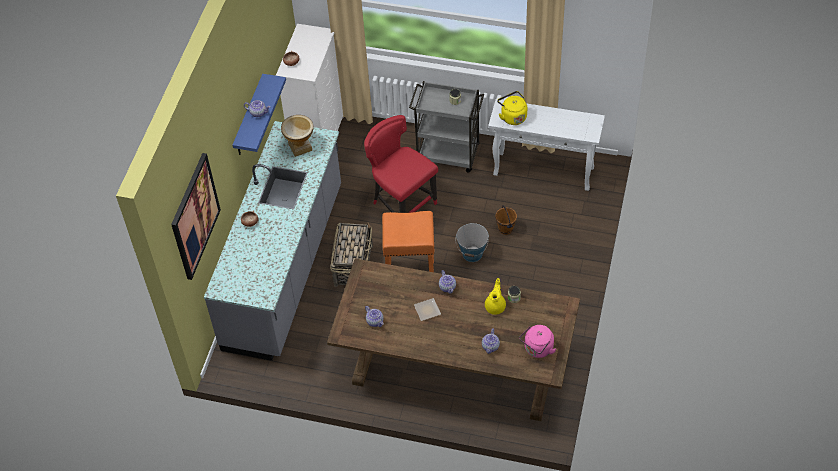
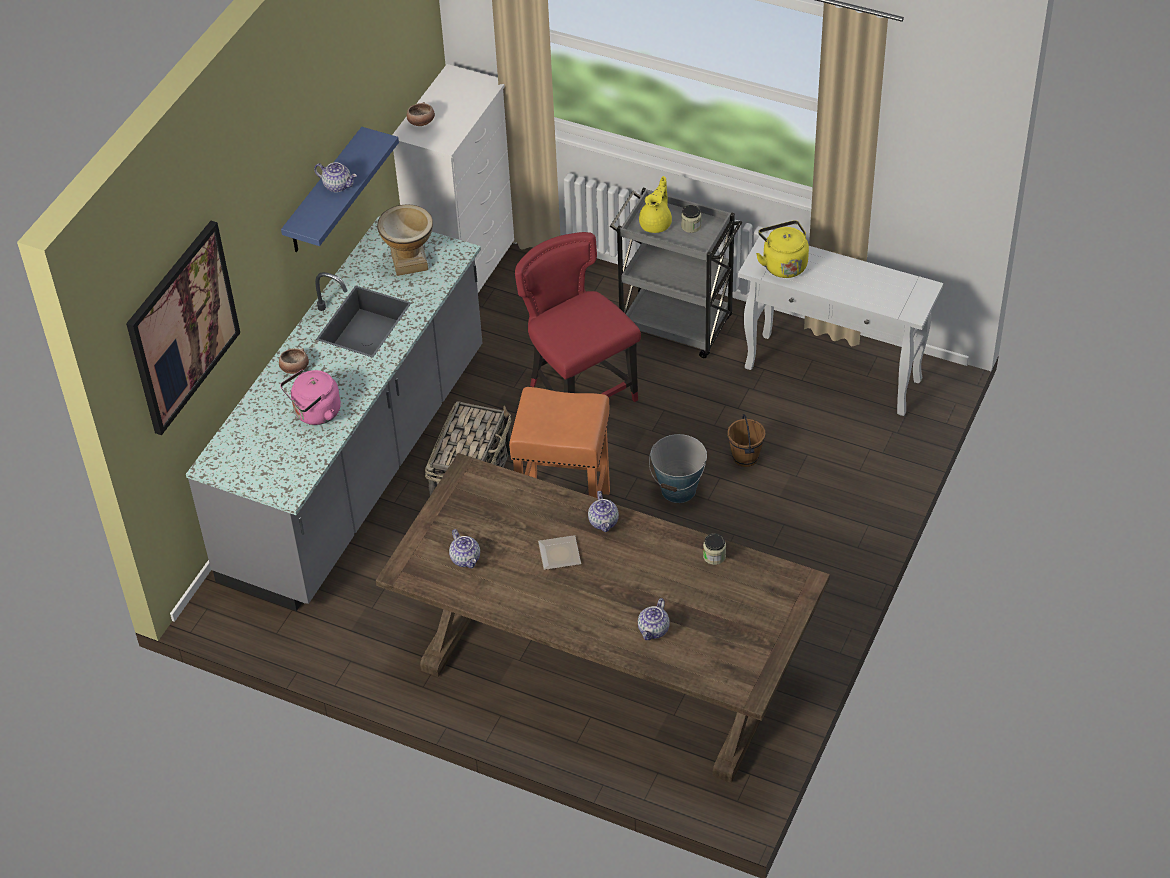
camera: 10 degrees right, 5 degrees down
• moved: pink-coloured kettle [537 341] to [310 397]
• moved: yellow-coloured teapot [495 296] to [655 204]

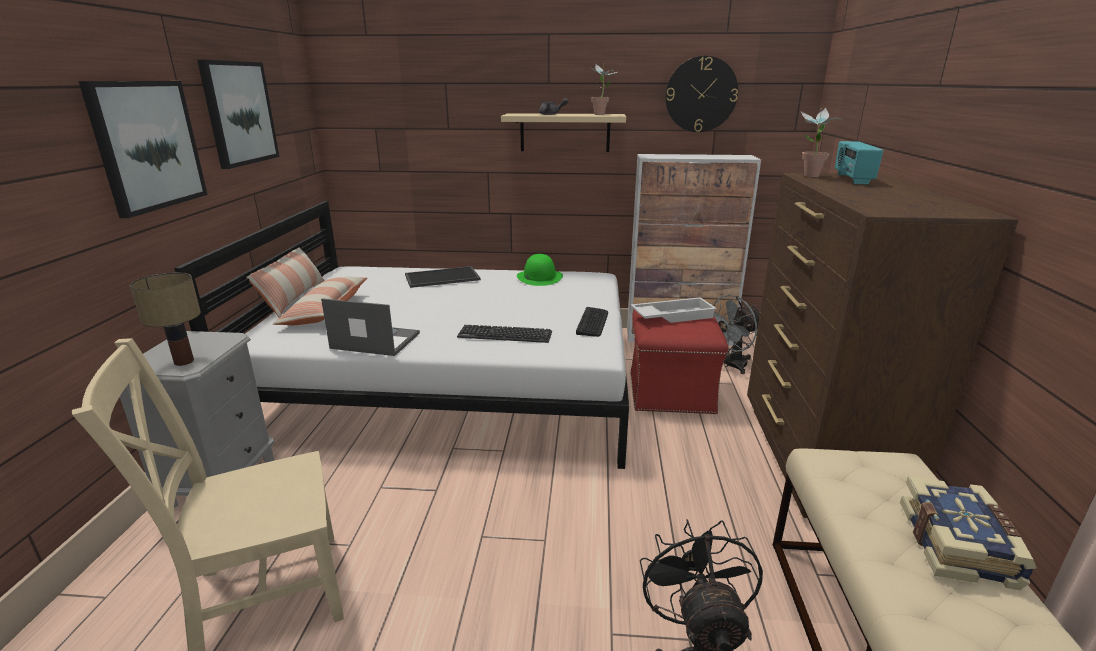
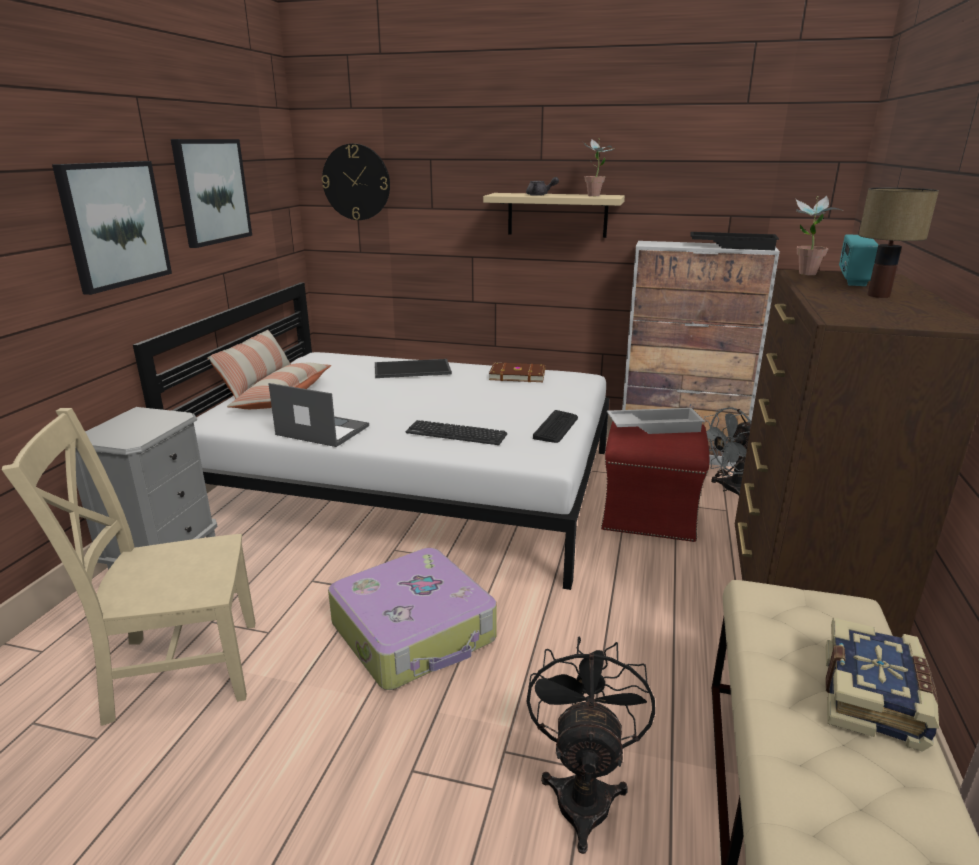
camera: 10 degrees right, 0 degrees up
• moved: hanging clock [701 94] to [356 182]
• added: travel case [412 619]
• replaced: green-coloured wearable hat [540 270] to brown bound book [517 372]
• added: black-coloured tray [734 241]
• moved: tabletop lamp [165 319] to [899 242]

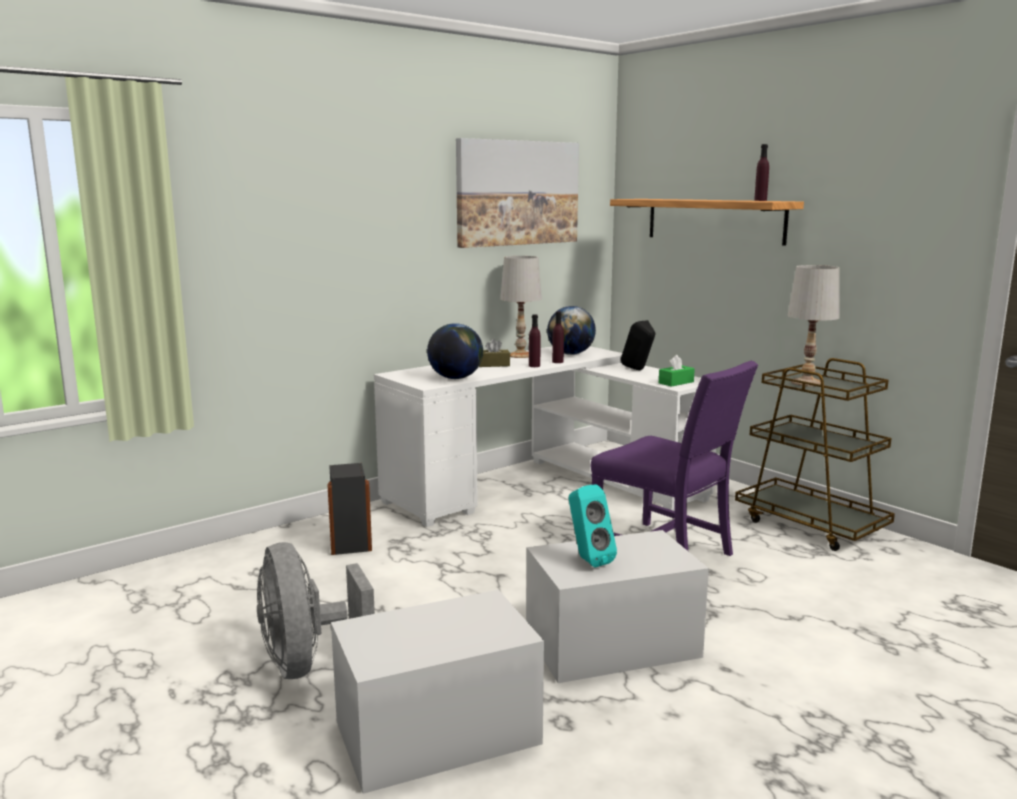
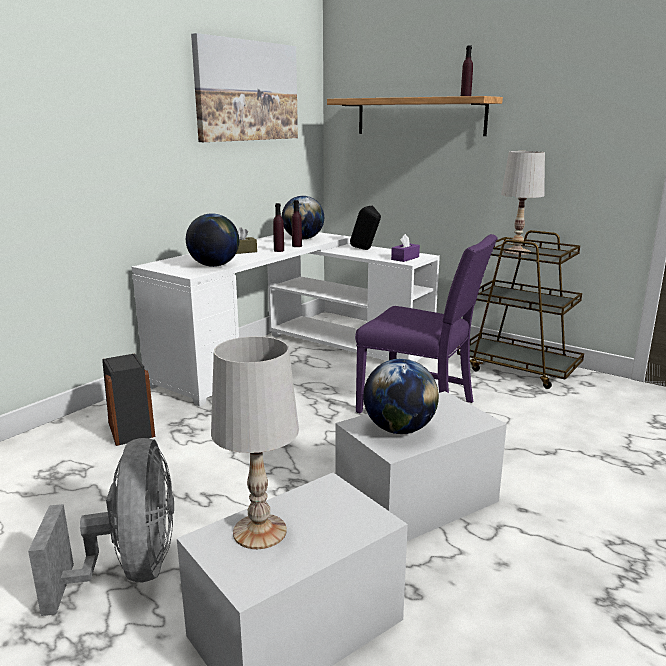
camera: 15 degrees left, 5 degrees up
• turned: grey cooling fan [316 610] = [101 527] 150 degrees counterclockwise
• moved: white-coloured tabletop lamp [521 307] to [255 442]
• replaced: turquoise-coloured speaker [593 526] to desk globe [401 396]
• recoloured: green-coloured tissue box [677 371] to purplish tissue box [405 248]

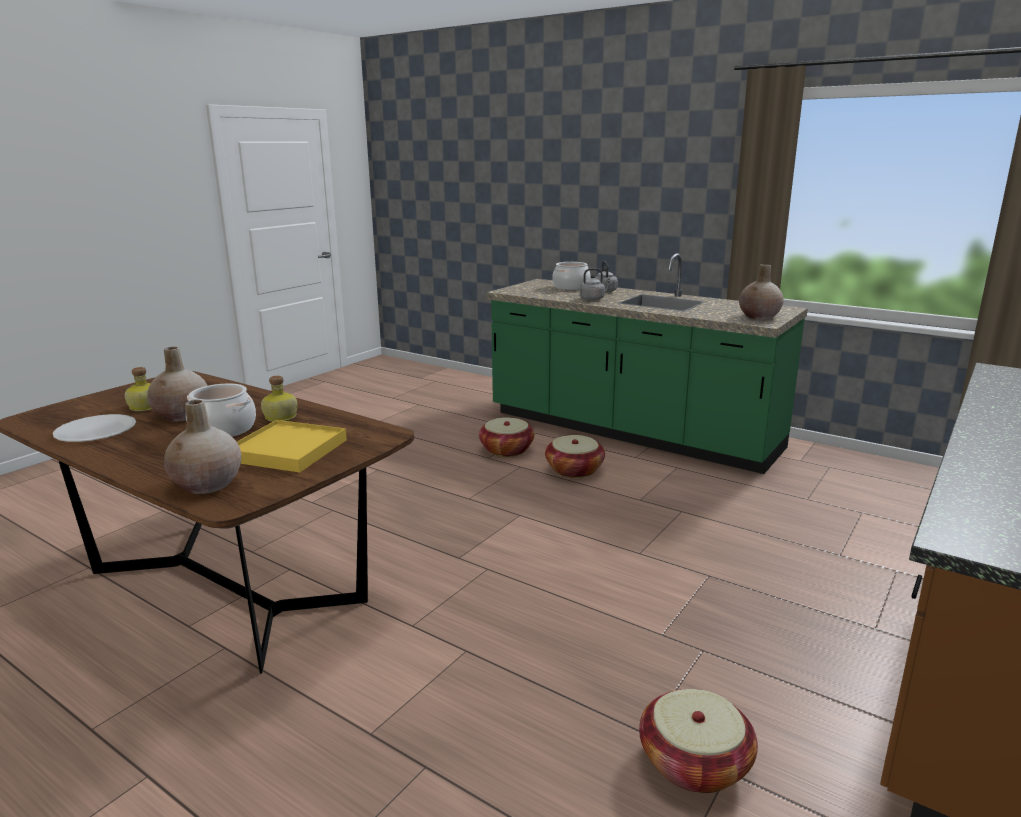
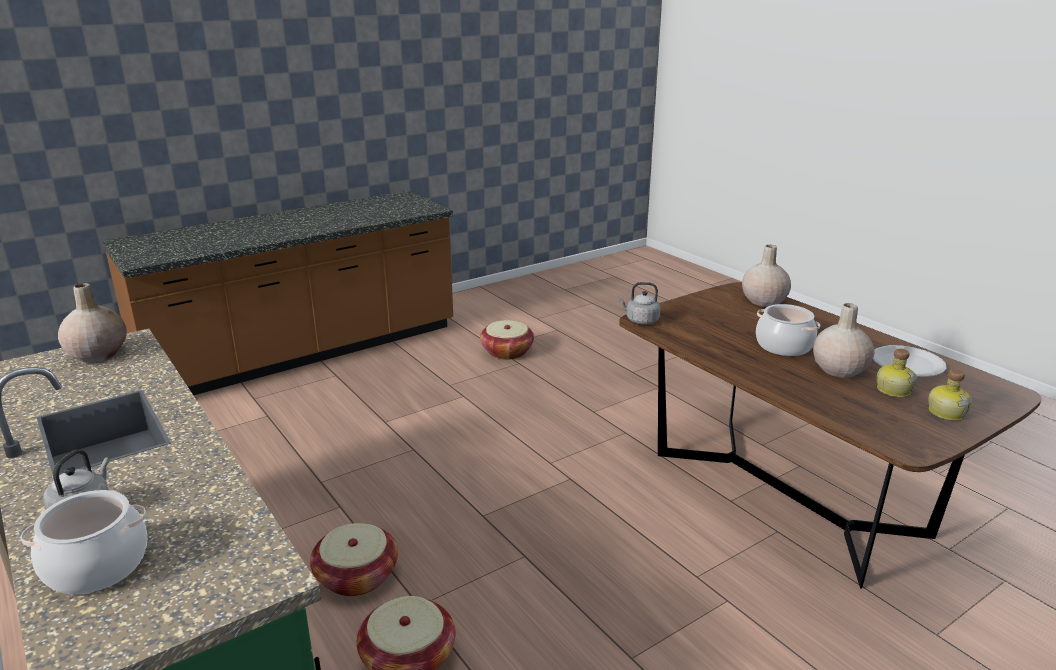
camera: 160 degrees left, 5 degrees up
• moved: grey kettle [596 284] to [639 303]
• moved: beverage bottle [279 399] to [950 394]
• removed: yellow-coloured tray [292 446]

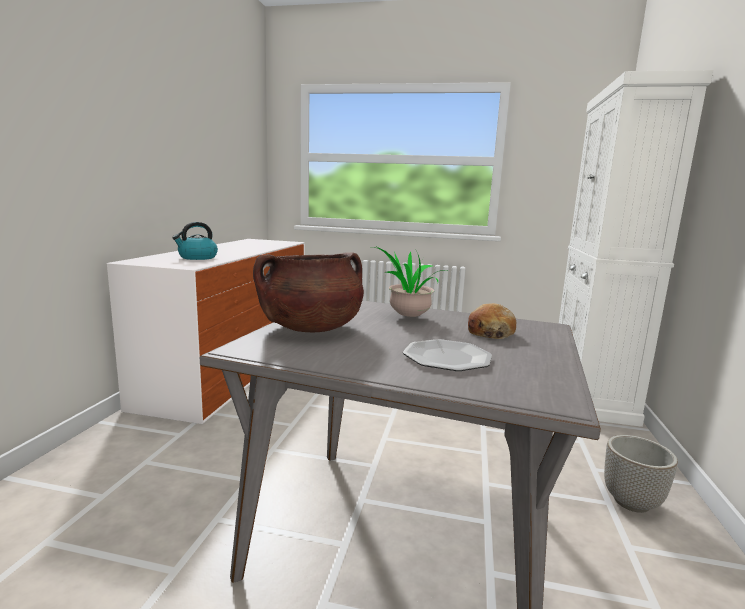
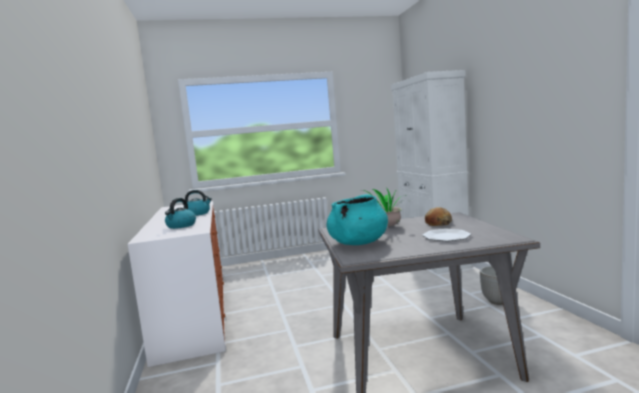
camera: 25 degrees left, 5 degrees down
• added: kettle [198 203]
• recoloured: brown stockpot [308 292] to turquoise-coloured stockpot [357 219]

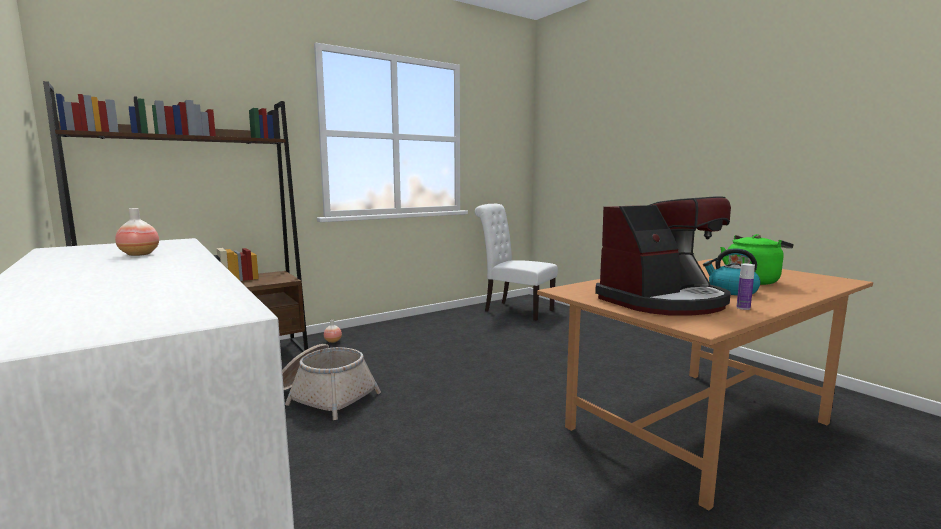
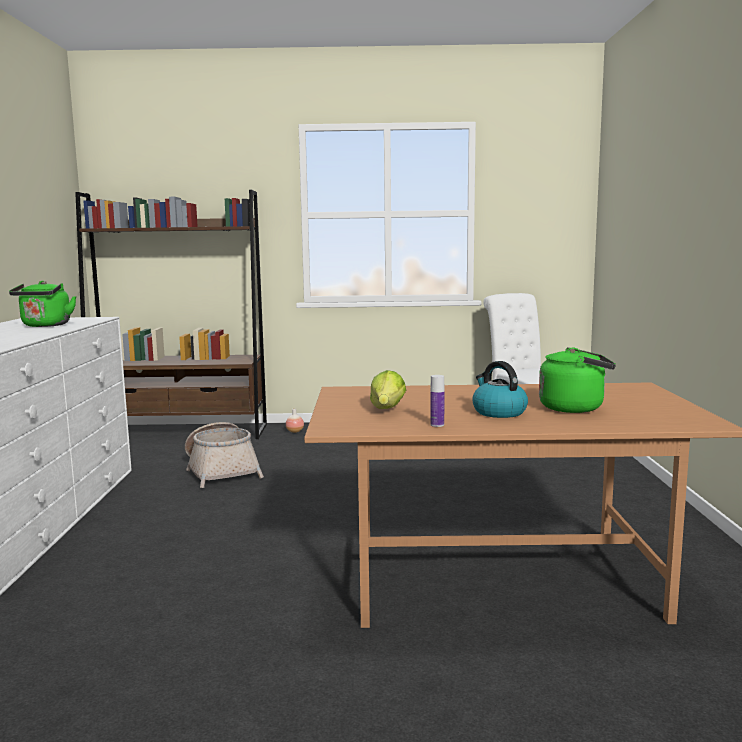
camera: 35 degrees right, 0 degrees up
• replaced: decorative vase [137 232] to green-coloured kettle [43 304]
• replaced: coffee machine [663 256] to lettuce [388 389]

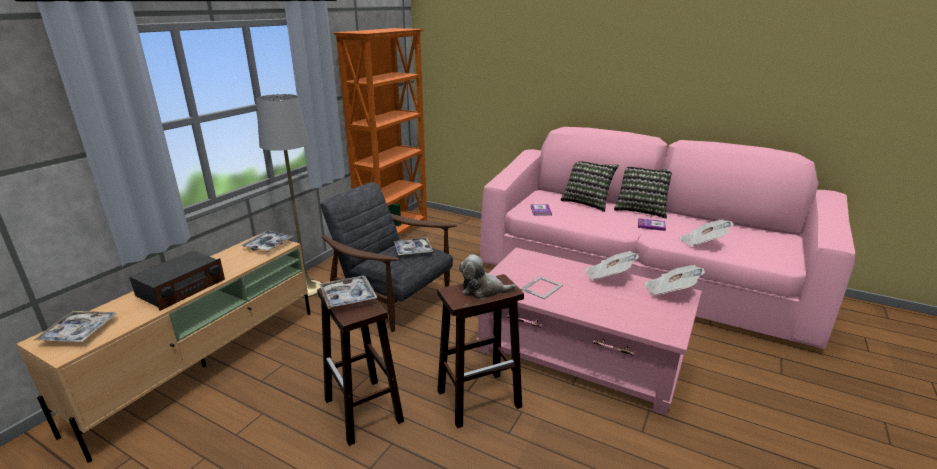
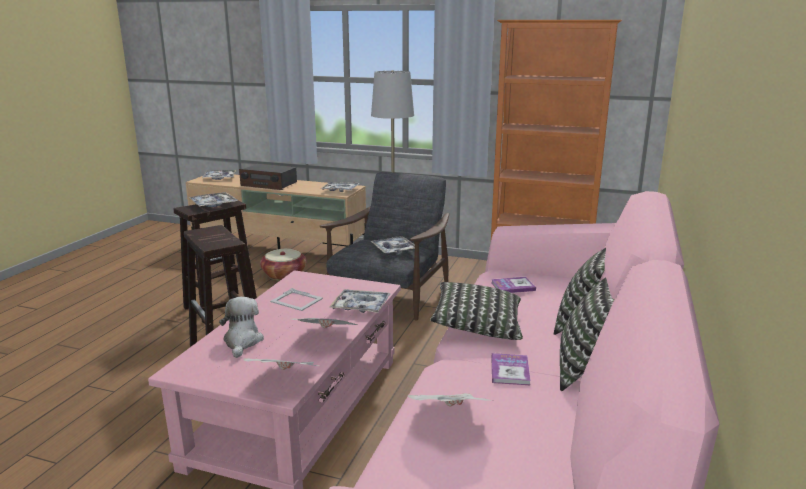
camera: 80 degrees right, 5 degrees down
• moved: plush toy [488 276] to [241 327]
• added: basket [283 265]
• added: tray [360 301]
• added: cushion [476 311]

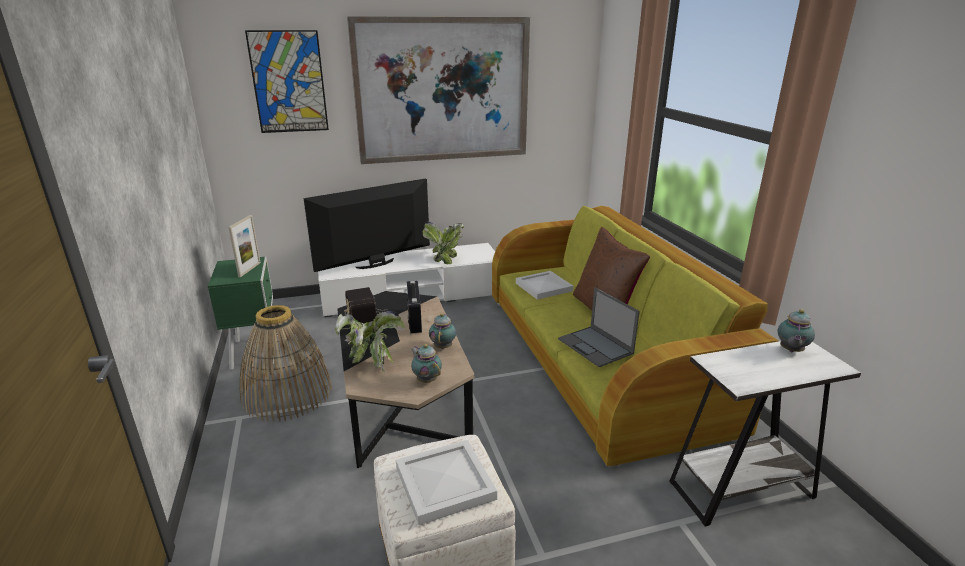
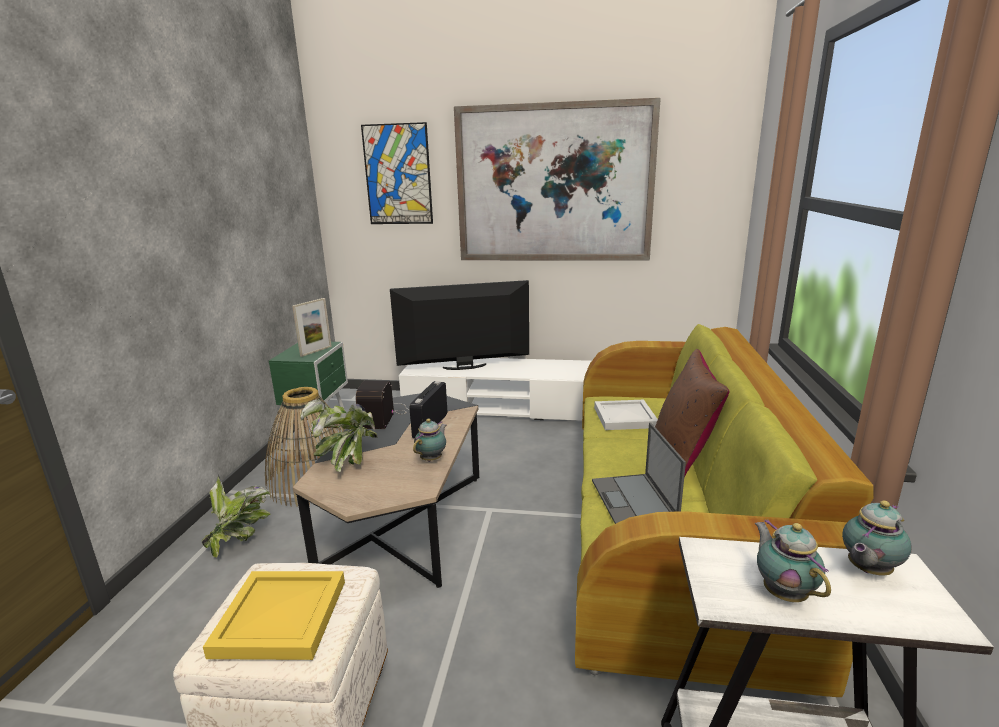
camera: 25 degrees right, 5 degrees down
• moved: plant in a pot [443 243] to [236 516]
• recoloured: white-coloured tray [446 482] to yellow-coloured tray [274 615]
• moved: teapot [426 363] to [793 560]

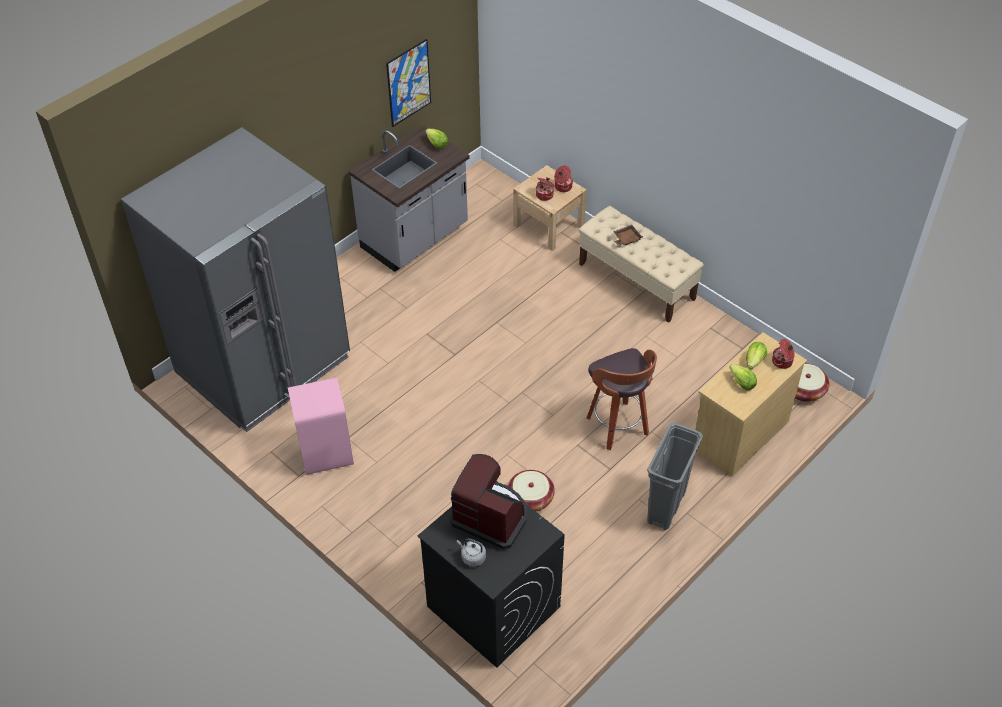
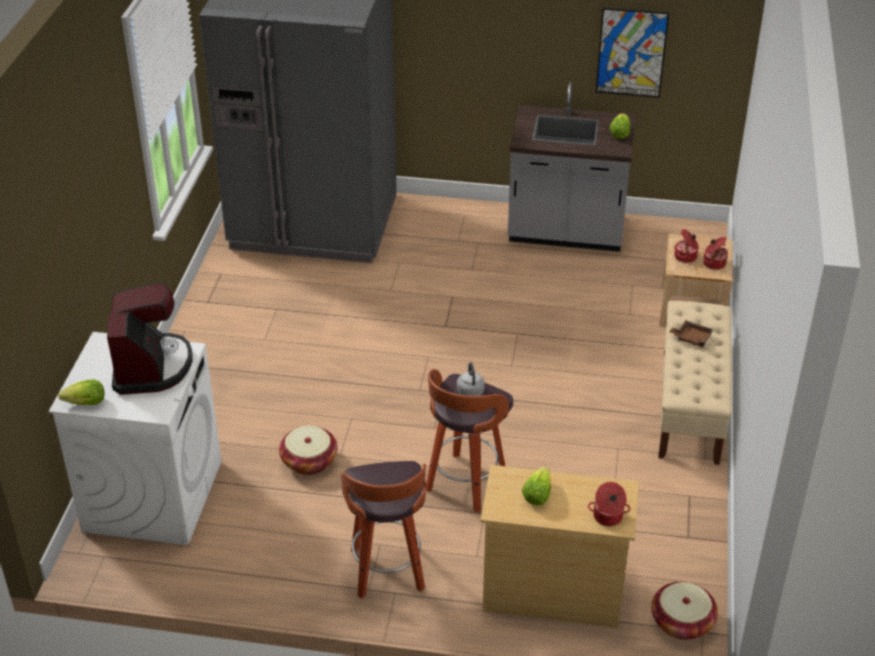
camera: 55 degrees right, 10 degrees down
• recoloured: black-coloured washing machine [491 574] to white-coloured washing machine [135 438]
• moved: lettuce [756 355] to [81 392]
• replaced: grey trash can [675 476] to sitting stool [383 530]
• moved: grey kettle [471 552] to [470 378]
• removed: pink-coloured trash can [321 426]

